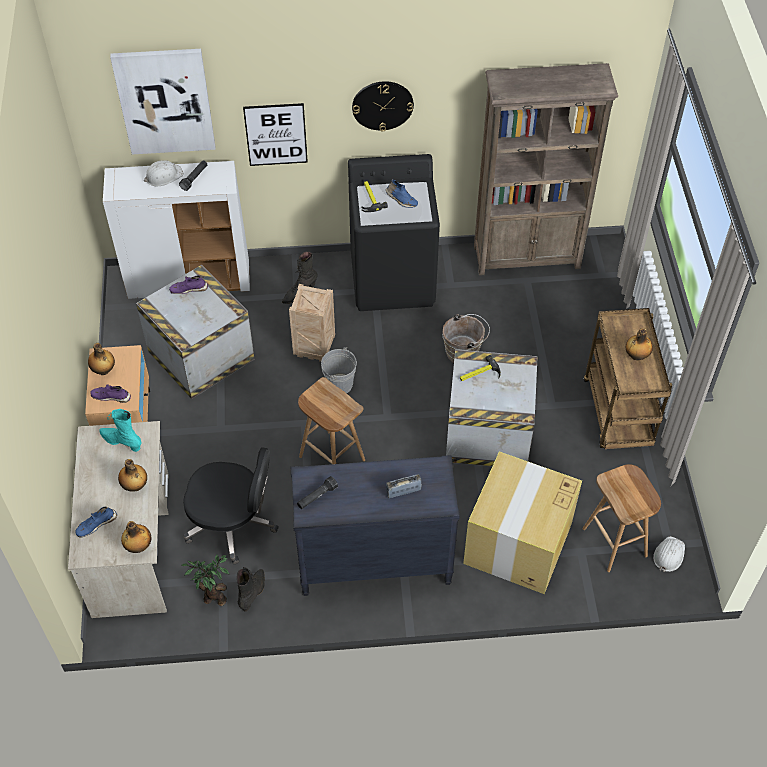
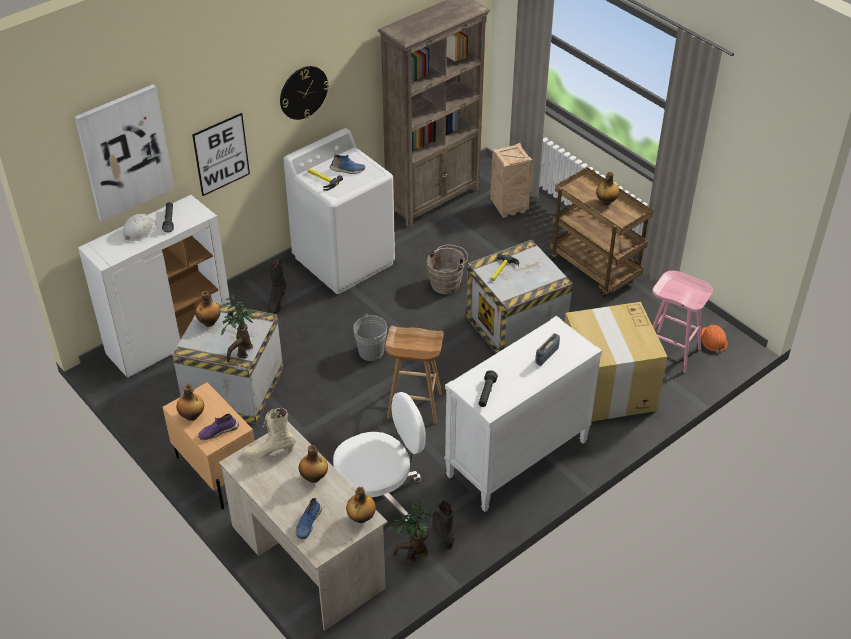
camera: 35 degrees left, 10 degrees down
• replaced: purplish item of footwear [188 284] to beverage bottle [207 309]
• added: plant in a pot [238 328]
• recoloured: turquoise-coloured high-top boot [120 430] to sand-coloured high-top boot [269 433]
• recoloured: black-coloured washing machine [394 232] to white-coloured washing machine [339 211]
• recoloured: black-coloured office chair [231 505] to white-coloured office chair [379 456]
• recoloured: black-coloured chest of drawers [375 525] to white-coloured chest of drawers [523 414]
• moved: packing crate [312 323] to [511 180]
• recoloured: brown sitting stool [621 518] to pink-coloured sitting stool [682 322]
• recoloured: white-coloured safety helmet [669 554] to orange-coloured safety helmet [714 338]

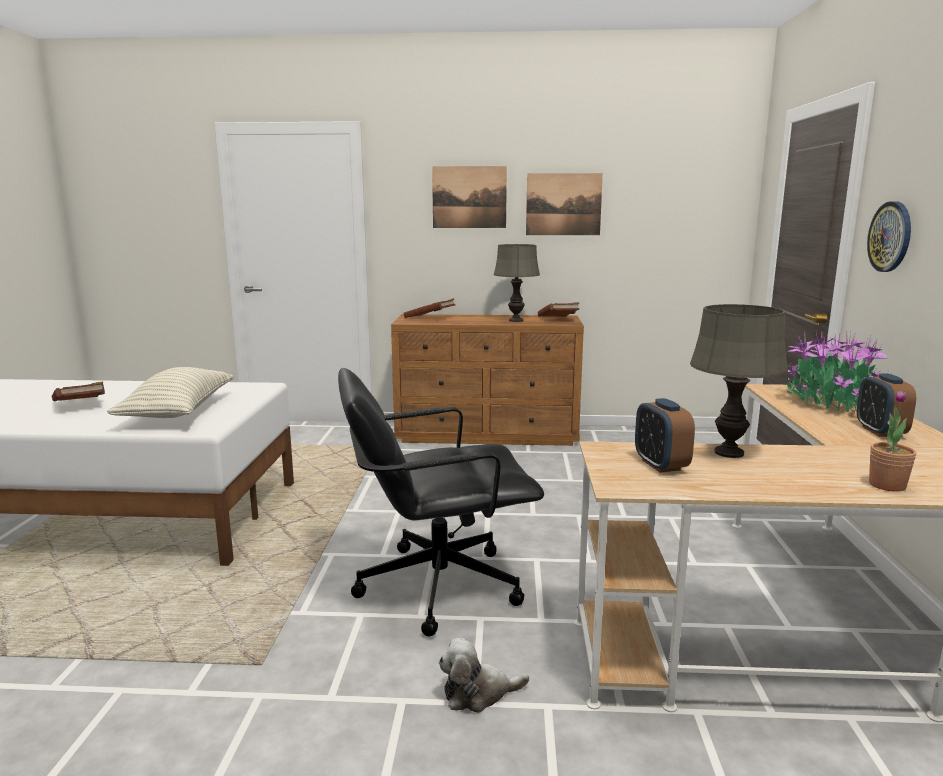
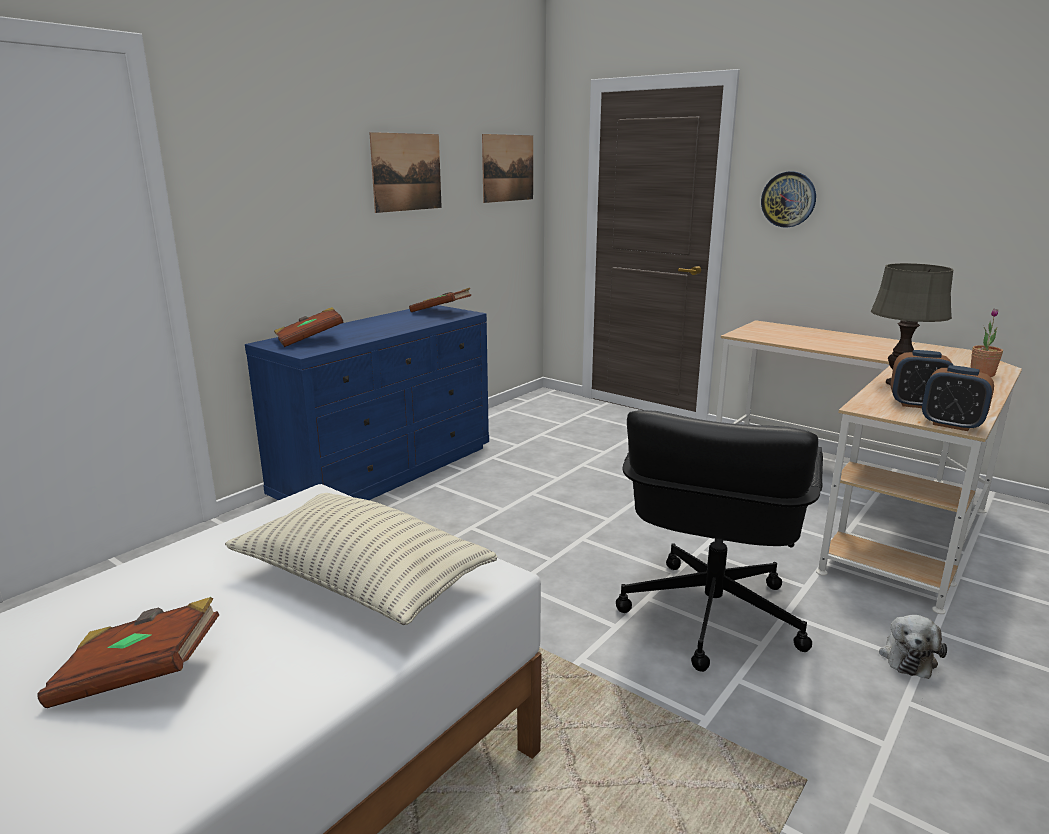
camera: 55 degrees left, 5 degrees up
• recoloured: brown chest of drawers [487 380] to blue chest of drawers [367 402]
• moved: wall picture [469 197] to [507 168]
• moved: alarm clock [886 405] to [958 398]
• removed: grey tabletop lamp [517 283]
• removed: plant in a pot [837 372]

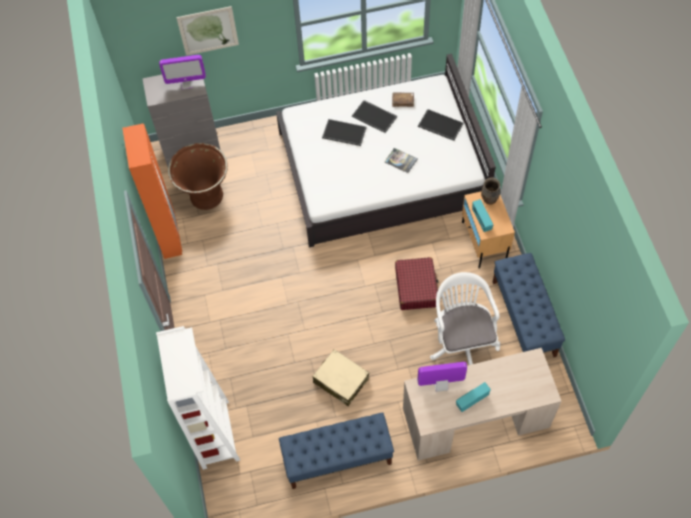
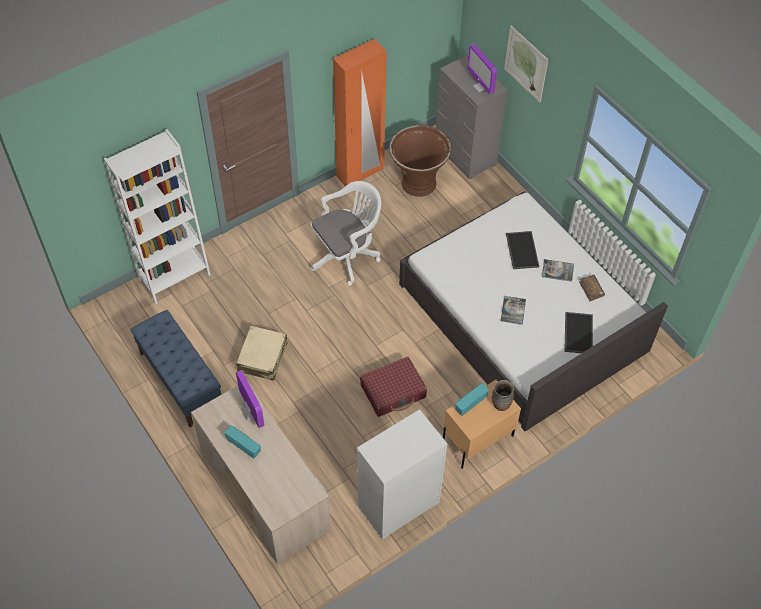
camera: 65 degrees right, 5 degrees down
• moved: white-coloured office chair [465 318] to [346 233]
• replaced: blue long seat [529 305] to white-coloured chest of drawers [402 474]
• replaced: tray [374 116] to bound book [558 270]

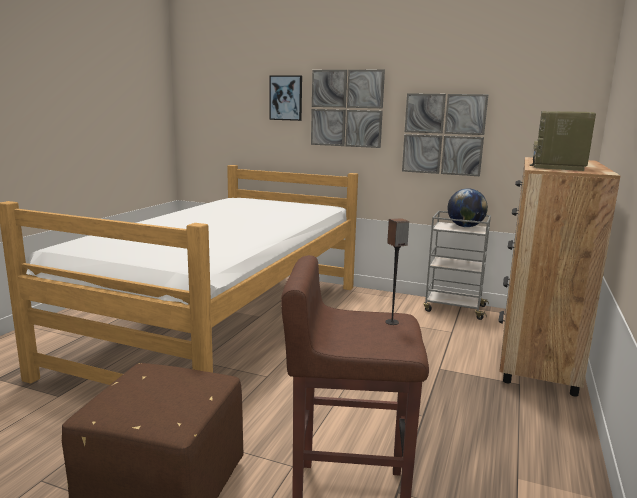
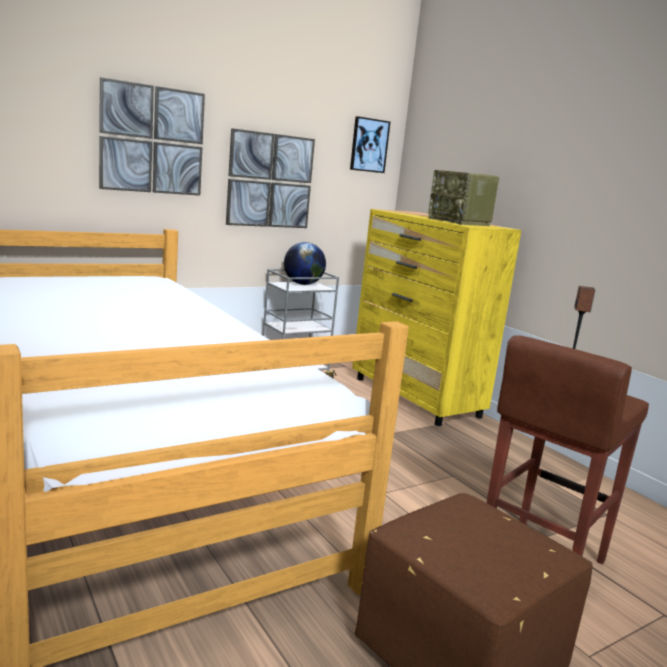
camera: 55 degrees left, 0 degrees up
• moved: wall picture [285 98] to [370 144]
• recoloured: brown chest of drawers [559 277] to yellow-coloured chest of drawers [436 317]

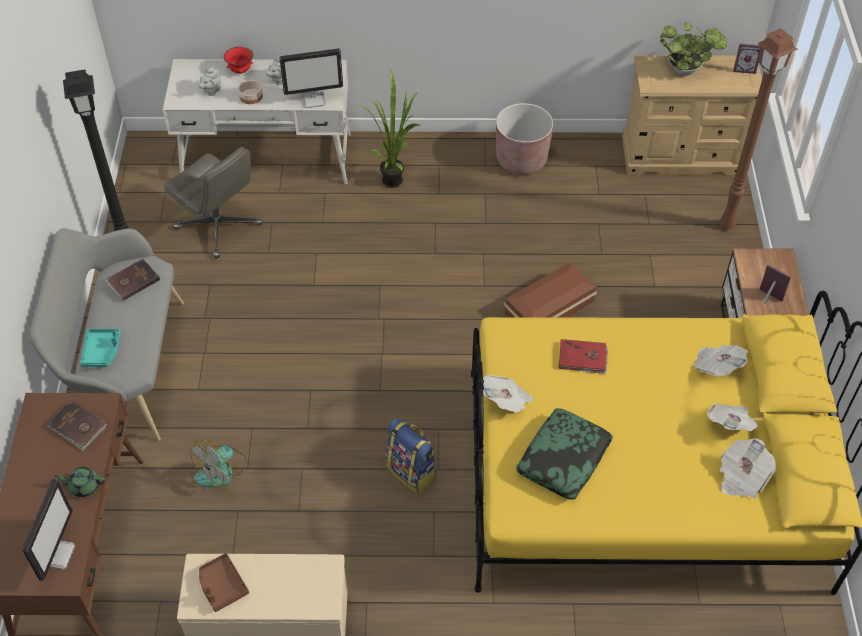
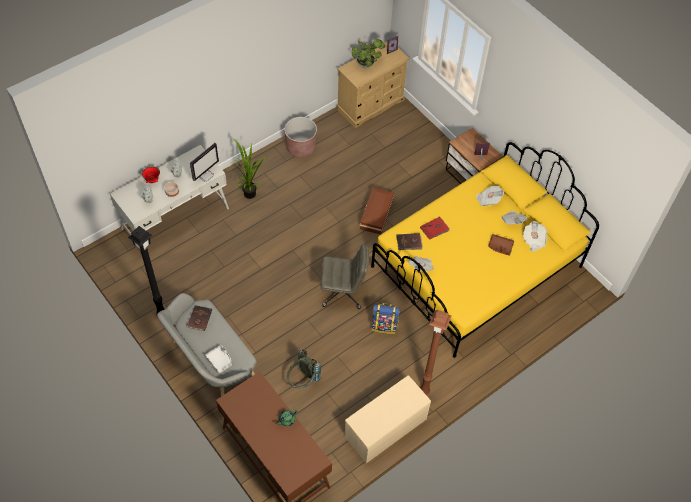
camera: 40 degrees left, 5 degrees up
• recoloured: turquoise-coloured tray [100 348] to grey tray [218 359]
• replaced: cooling fan [218 463] to grey backpack [304 368]
• moved: grey office chair [213 202] to [345 276]
• moved: brown bound book [77 425] to [409 241]
• moved: brown floor lamp [758 130] to [435 352]
• moved: brown tray [224 582] to [501 245]
• removed: monitor [48 529]
• removed: cushion [564 454]

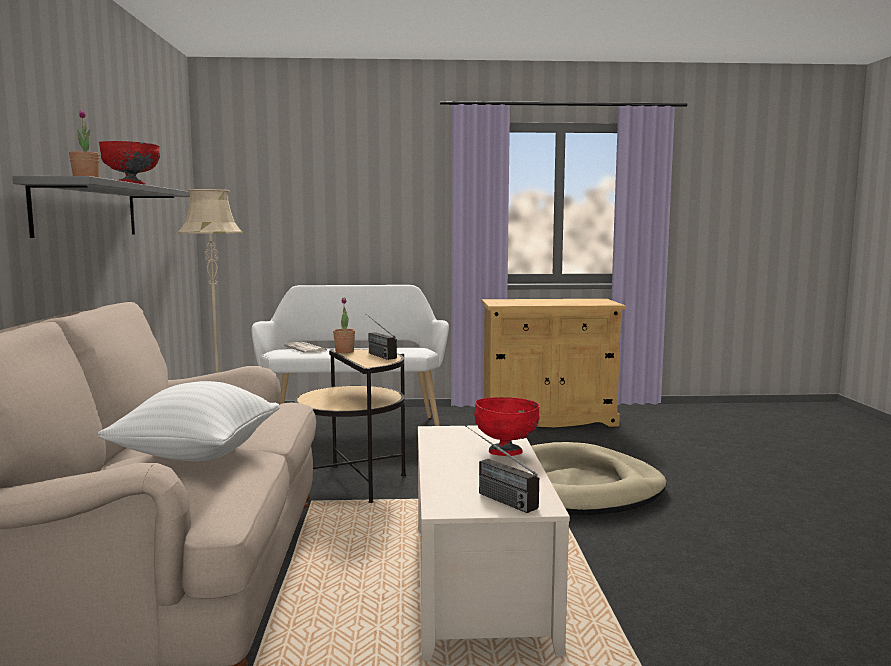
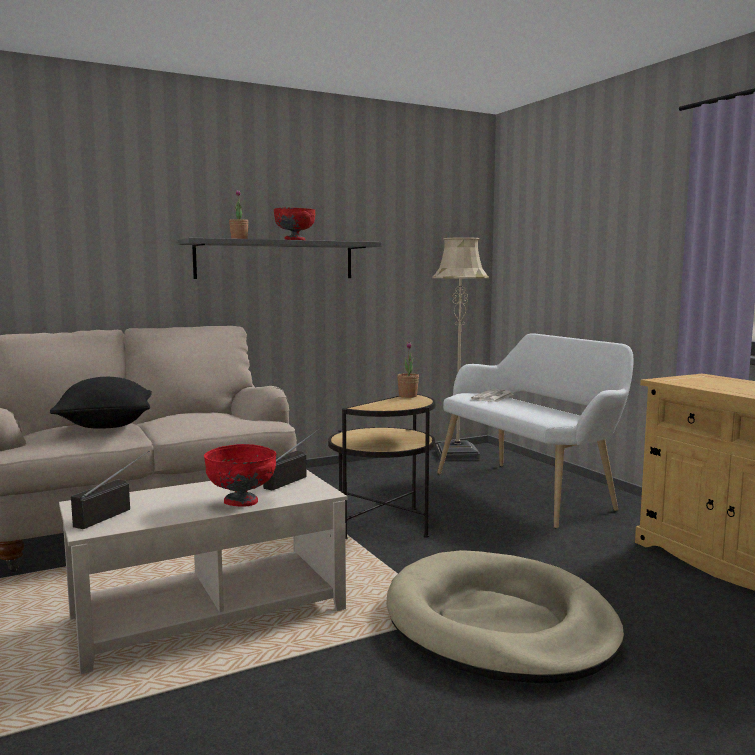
camera: 65 degrees right, 0 degrees up
• recoloured: white-coloured cushion [188 421] to black-coloured cushion [101 403]
• moved: radio receiver [381 337] to [292 458]

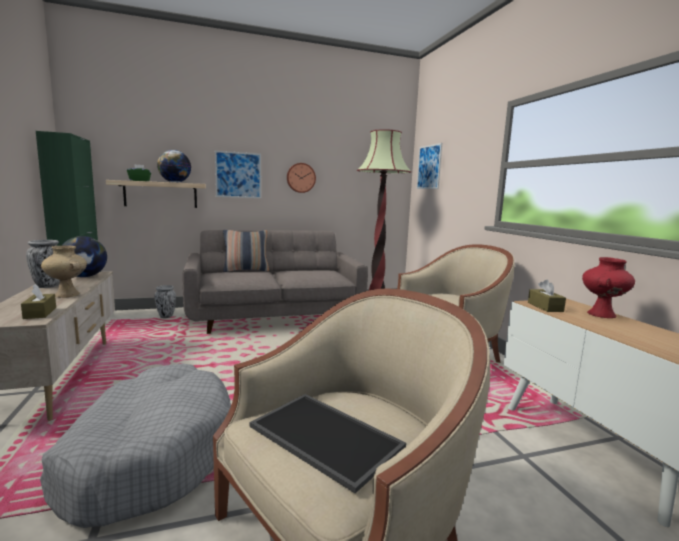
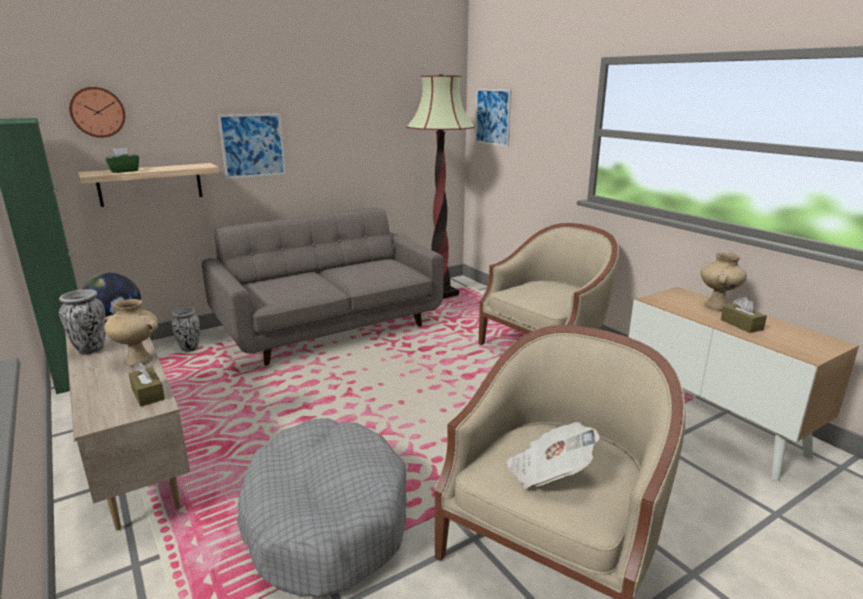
camera: 15 degrees left, 10 degrees up
• moved: hanging clock [301 178] to [97 112]
• replaced: tray [328 443] to newspaper [553 455]
• recoloured: red-coloured decorative vase [608 287] to sand-coloured decorative vase [724 281]
• moved: brown tissue box [547 295] to [744 315]
• removed: desk globe [174 166]
• removed: cushion [246 251]

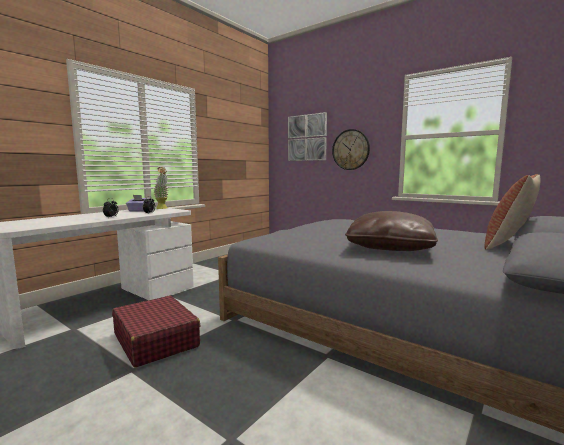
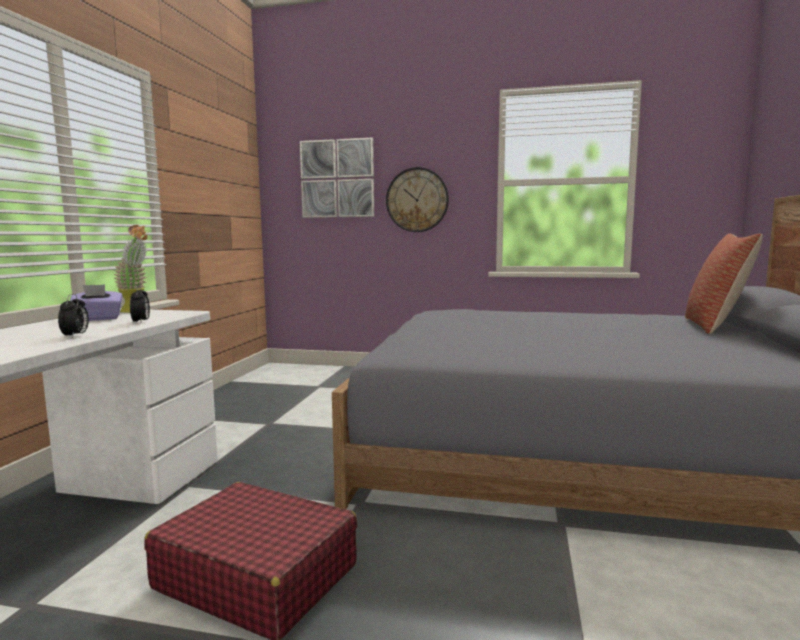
camera: 25 degrees left, 0 degrees up
• removed: brown cushion [391 231]

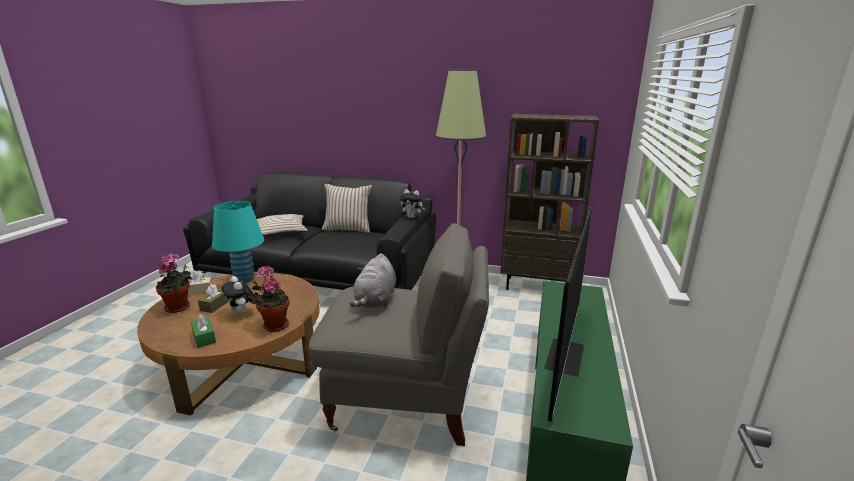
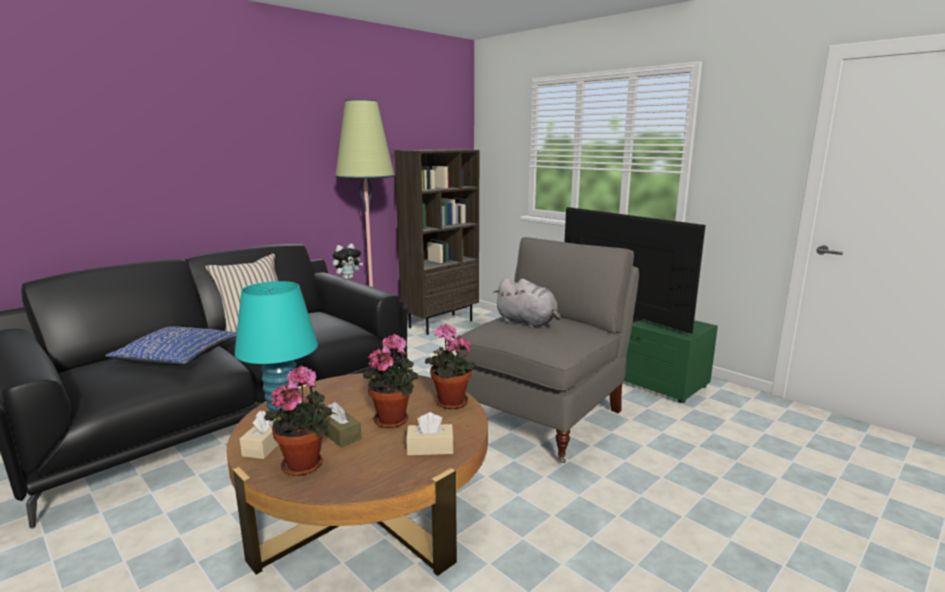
camera: 60 degrees left, 5 degrees down
• recoloured: sand-coloured cushion [282 225] to blue cushion [171 345]
• replaced: plush toy [237 296] to plant in a pot [390 381]
• recoloured: green-coloured tissue box [203 331] to sand-coloured tissue box [430 434]

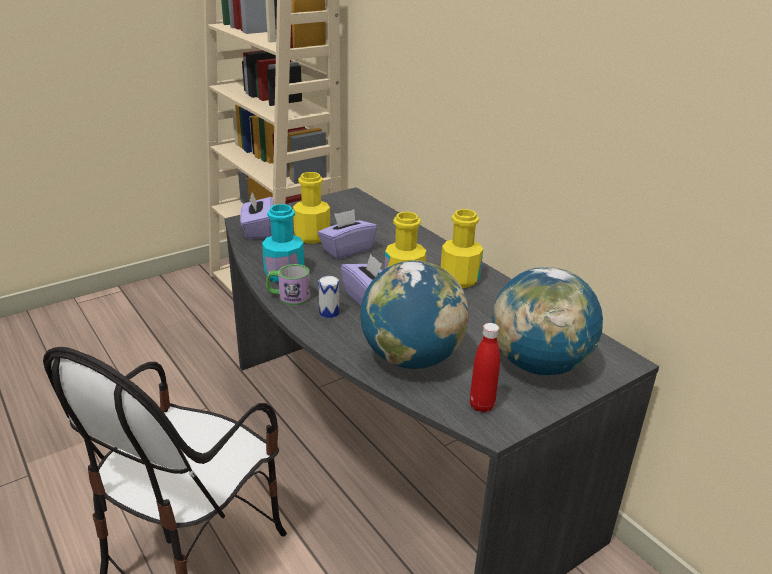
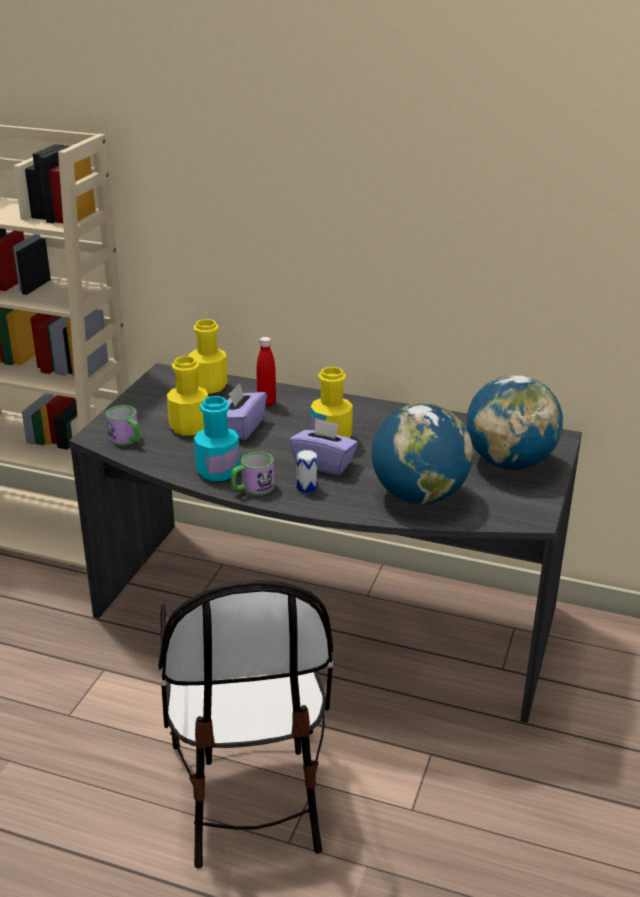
camera: 35 degrees left, 0 degrees up
• replaced: purplish tissue box [257 215] to tea mug [123 425]
• moved: yellow-coloured beverage bottle [462 248] to [208 356]
• moved: red-coloured beverage bottle [485 368] to [266 372]

